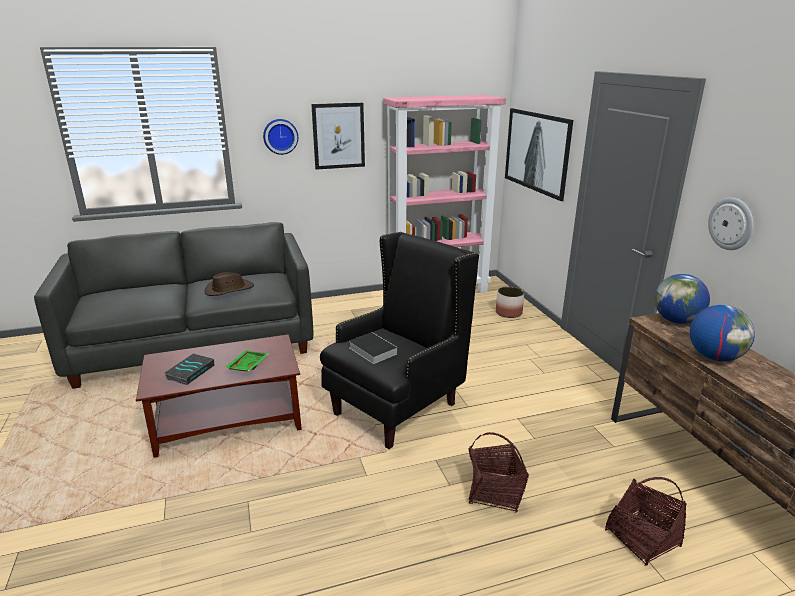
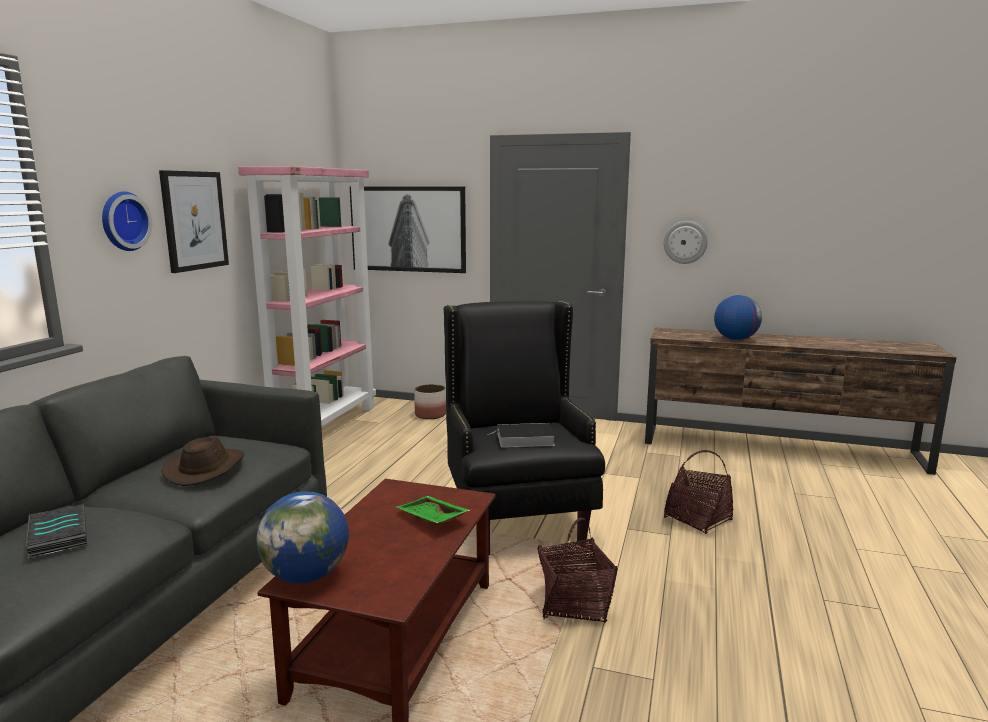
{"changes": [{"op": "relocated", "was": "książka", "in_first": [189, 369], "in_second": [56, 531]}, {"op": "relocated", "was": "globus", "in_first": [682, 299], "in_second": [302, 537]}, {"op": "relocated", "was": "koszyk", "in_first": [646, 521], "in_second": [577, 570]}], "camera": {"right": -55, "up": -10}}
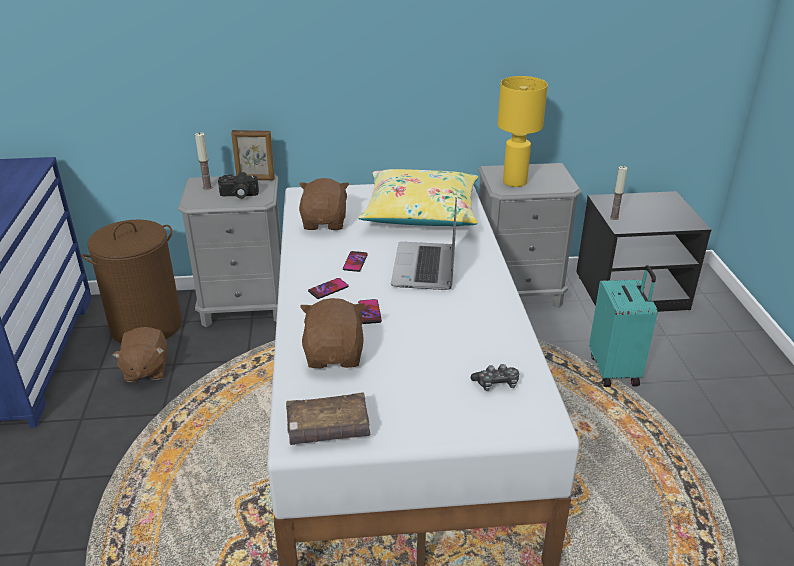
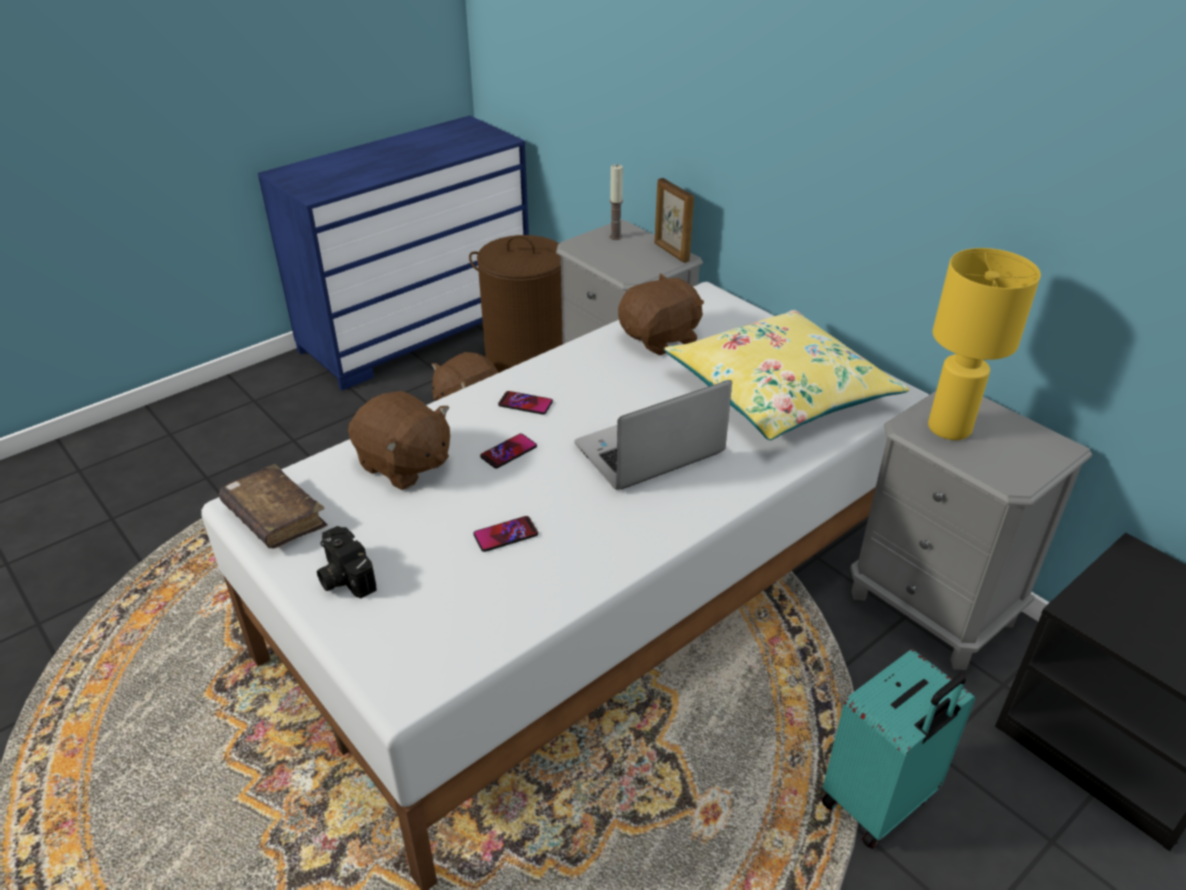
{"changes": [{"op": "relocated", "was": "aparat fotograficzny", "in_first": [238, 185], "in_second": [346, 562]}, {"op": "spun", "was": "pluszak/brązowy", "in_first": [333, 333], "in_second": [399, 440], "clockwise": 75}, {"op": "relocated", "was": "telefon", "in_first": [355, 261], "in_second": [505, 534]}, {"op": "missing", "was": "pad do gier", "in_first": [495, 377]}, {"op": "missing", "was": "świeca", "in_first": [619, 193]}], "camera": {"right": 55, "up": 5}}
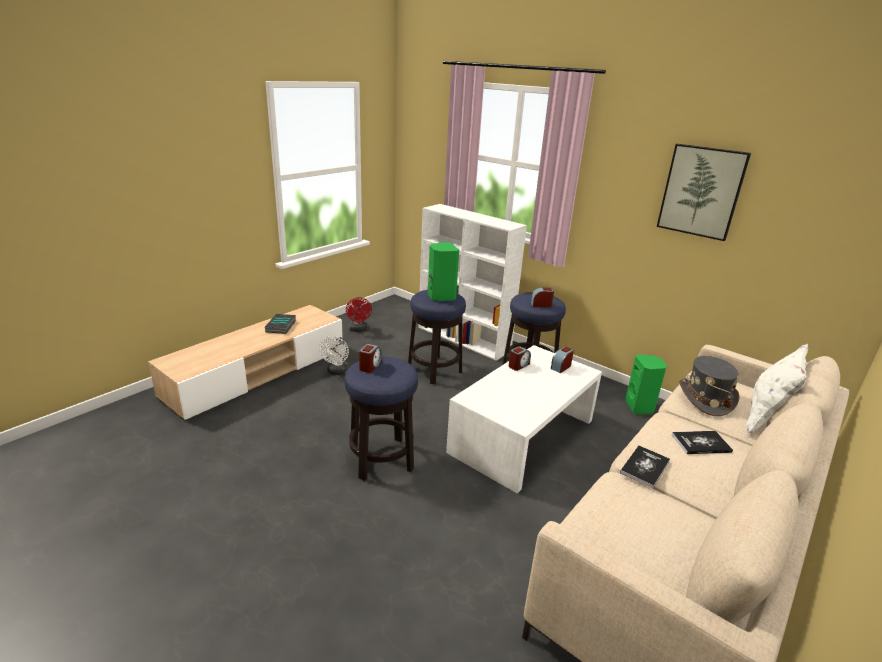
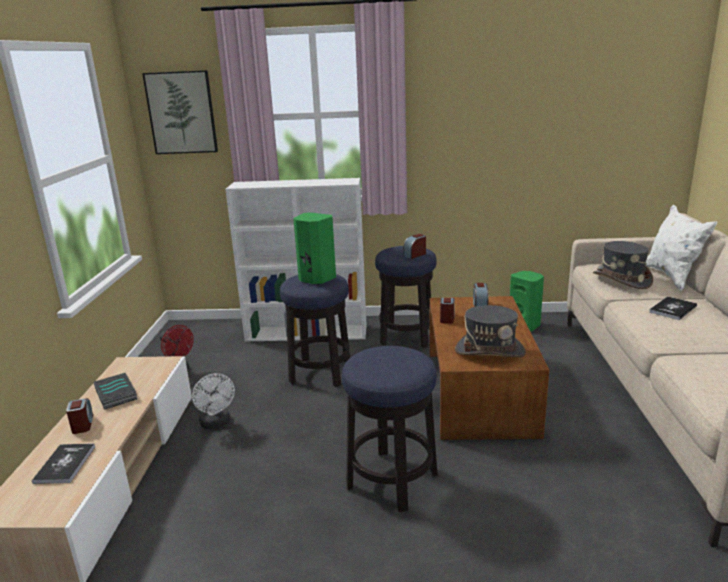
{"changes": [{"op": "relocated", "was": "książka", "in_first": [645, 467], "in_second": [63, 463]}, {"op": "relocated", "was": "budzik", "in_first": [370, 358], "in_second": [79, 416]}, {"op": "relocated", "was": "obraz", "in_first": [704, 192], "in_second": [180, 112]}, {"op": "colour", "was": "ława/biały", "now": "ława/brązowy", "in_first": [524, 419], "in_second": [489, 368]}, {"op": "appeared", "now": "kapelusz/szary", "in_second": [490, 331]}], "camera": {"right": -35, "up": -5}}
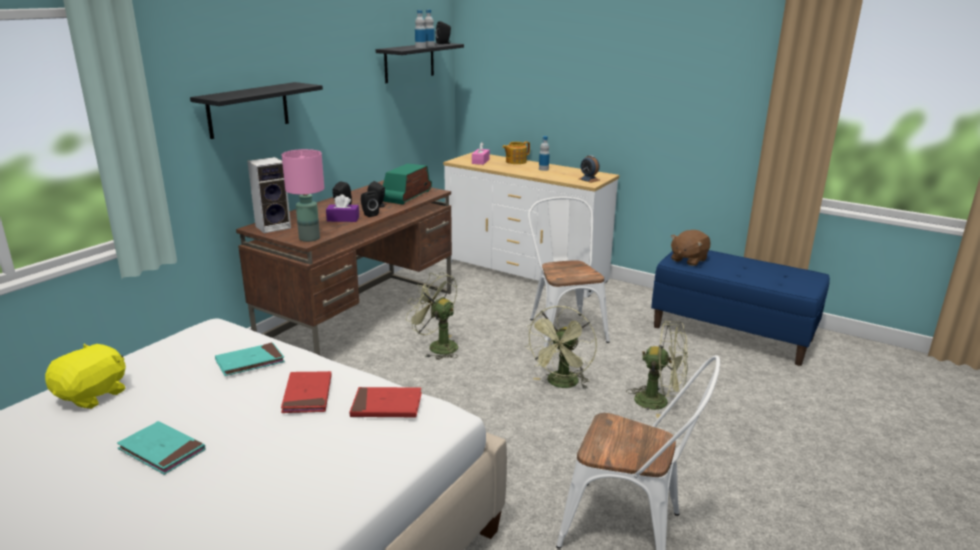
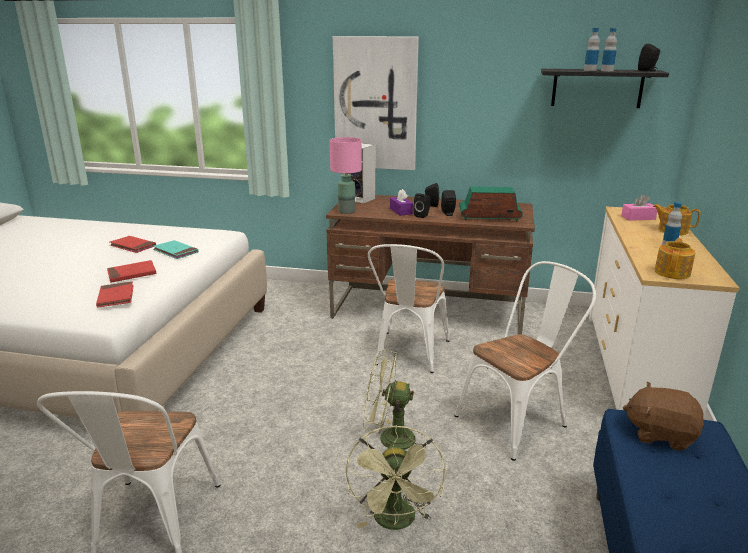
{"changes": [{"op": "appeared", "now": "książka/czerwony", "in_second": [133, 244]}, {"op": "exchanged", "was": "półka/czarny", "now": "obraz", "in_first": [256, 110], "in_second": [376, 103]}, {"op": "exchanged", "was": "wentylator/zielony", "now": "krzesło/biały", "in_first": [432, 316], "in_second": [409, 308]}, {"op": "exchanged", "was": "budzik", "now": "imbryk", "in_first": [589, 169], "in_second": [675, 258]}, {"op": "missing", "was": "pluszak/żółty", "in_first": [85, 376]}, {"op": "missing", "was": "książka/turkusowy", "in_first": [161, 448]}], "camera": {"right": 70, "up": 0}}
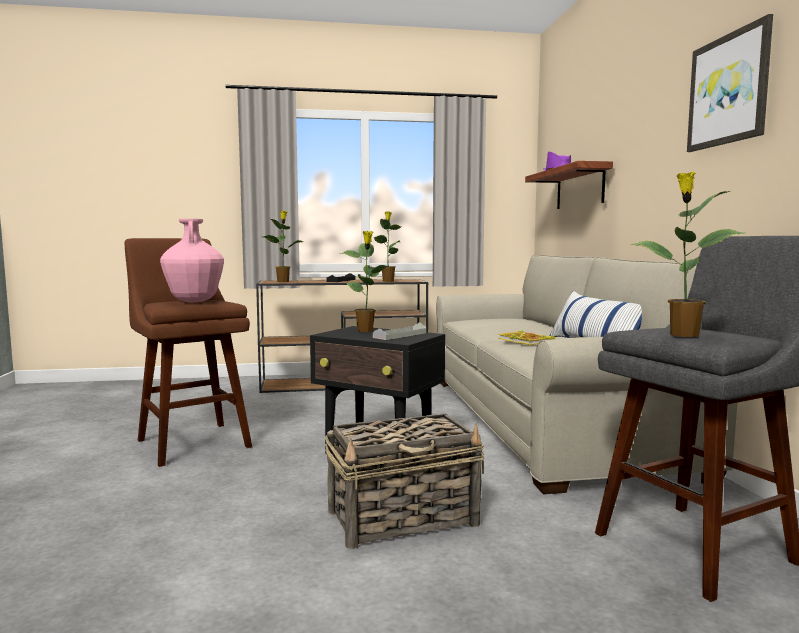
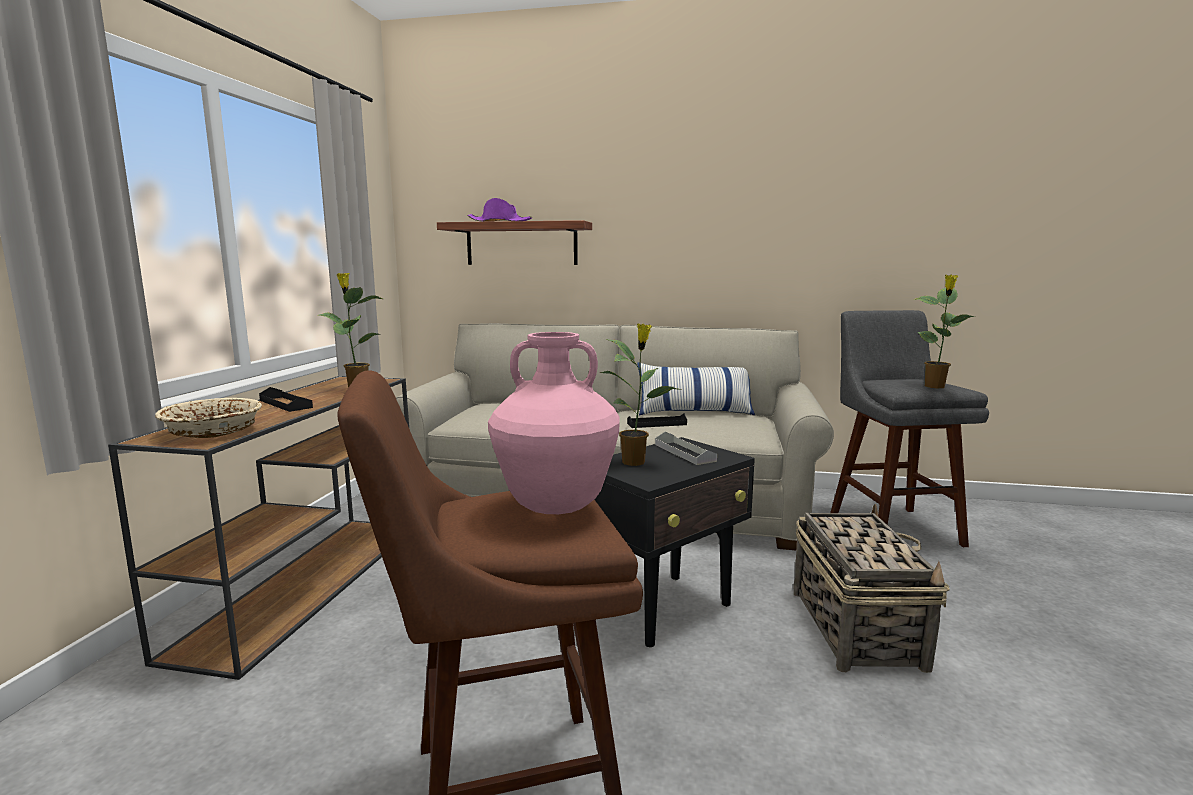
{"changes": [{"op": "exchanged", "was": "roślina doniczkowa", "now": "miska/beżowy", "in_first": [283, 246], "in_second": [208, 418]}, {"op": "exchanged", "was": "książka", "now": "taca/czarny", "in_first": [526, 337], "in_second": [657, 420]}, {"op": "missing", "was": "obraz", "in_first": [730, 83]}], "camera": {"right": -70, "up": 5}}
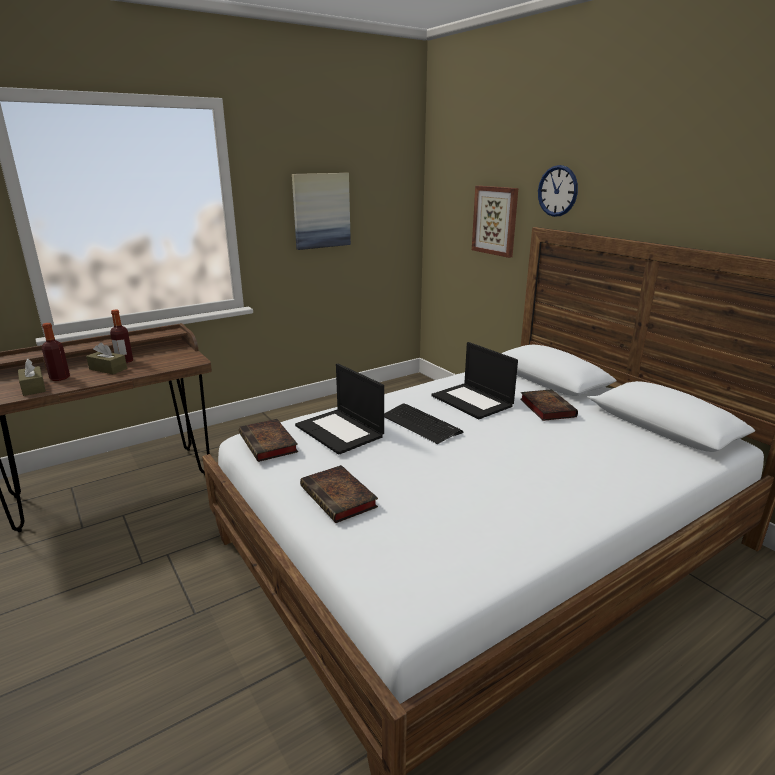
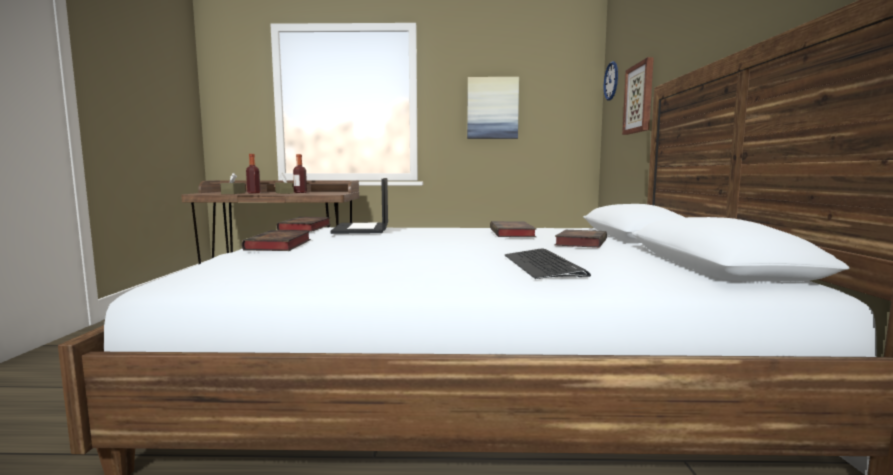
{"changes": [{"op": "exchanged", "was": "laptop", "now": "książka", "in_first": [474, 380], "in_second": [513, 229]}, {"op": "relocated", "was": "klawiatura", "in_first": [423, 423], "in_second": [548, 263]}, {"op": "relocated", "was": "zegar ścienny", "in_first": [558, 191], "in_second": [611, 80]}], "camera": {"right": 35, "up": -15}}
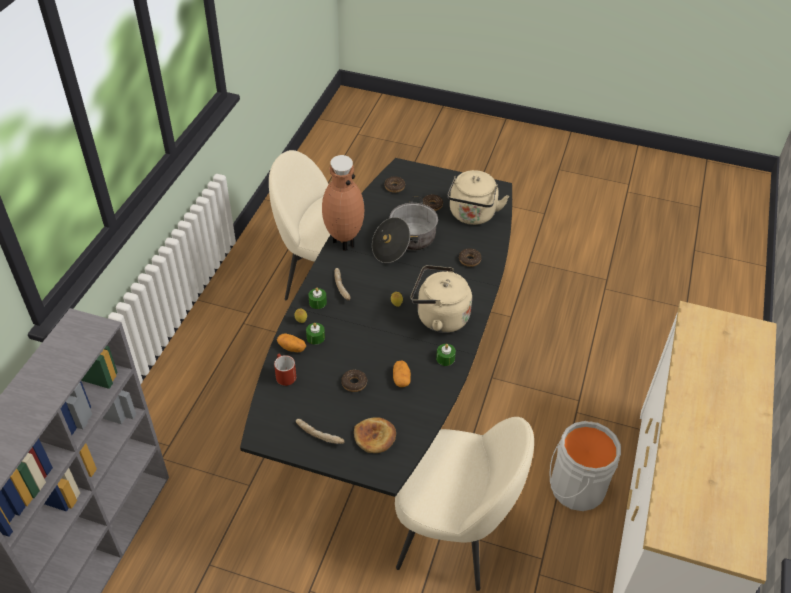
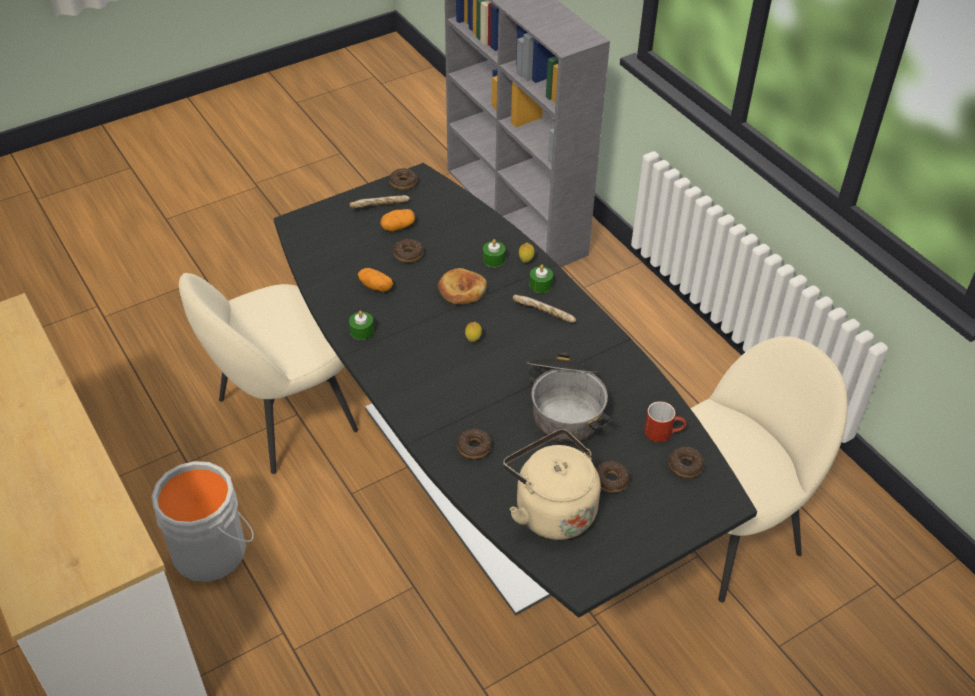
{"changes": [{"op": "relocated", "was": "ziemniak", "in_first": [291, 342], "in_second": [397, 220]}, {"op": "appeared", "now": "donut", "in_second": [403, 179]}, {"op": "relocated", "was": "chleb", "in_first": [375, 435], "in_second": [462, 286]}, {"op": "relocated", "was": "kubek/czerwony", "in_first": [285, 370], "in_second": [665, 421]}, {"op": "missing", "was": "wazon/brązowy", "in_first": [343, 203]}, {"op": "missing", "was": "czajnik/beżowy", "in_first": [441, 299]}], "camera": {"right": 130, "up": 0}}
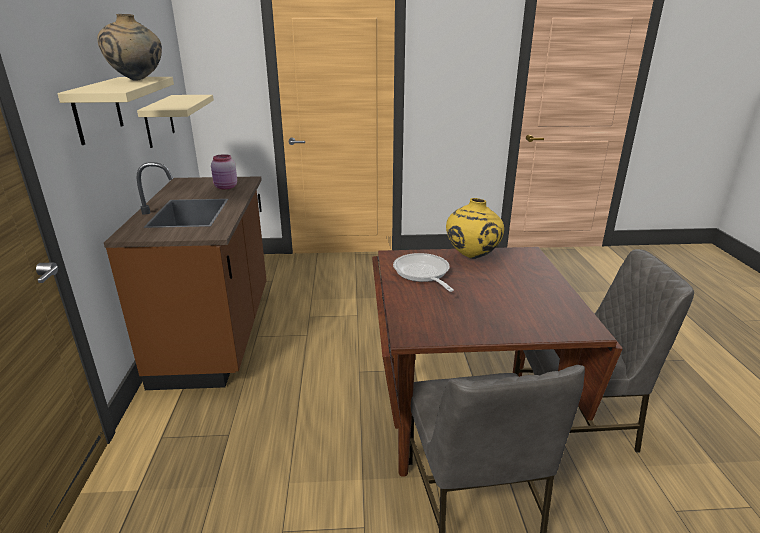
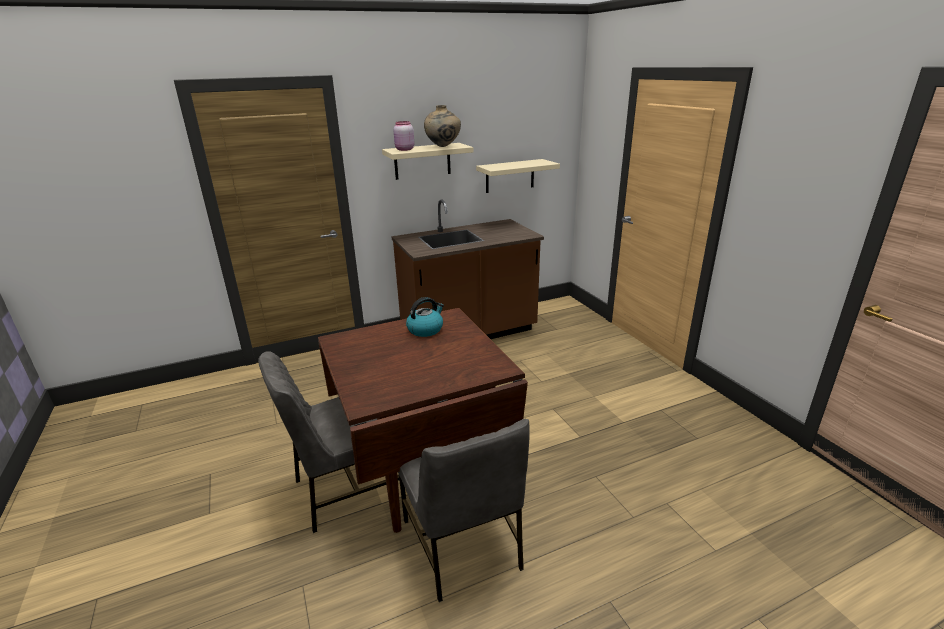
{"changes": [{"op": "relocated", "was": "słoik/różowy", "in_first": [224, 172], "in_second": [403, 136]}, {"op": "exchanged", "was": "patelnia", "now": "czajnik", "in_first": [423, 272], "in_second": [425, 317]}, {"op": "missing", "was": "wazon/żółty", "in_first": [475, 228]}], "camera": {"right": 70, "up": 0}}
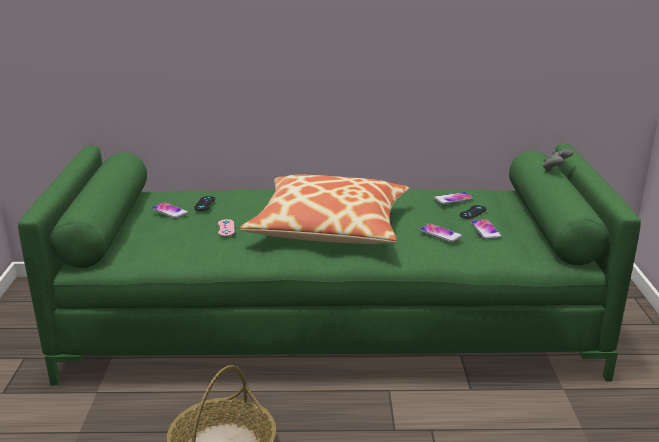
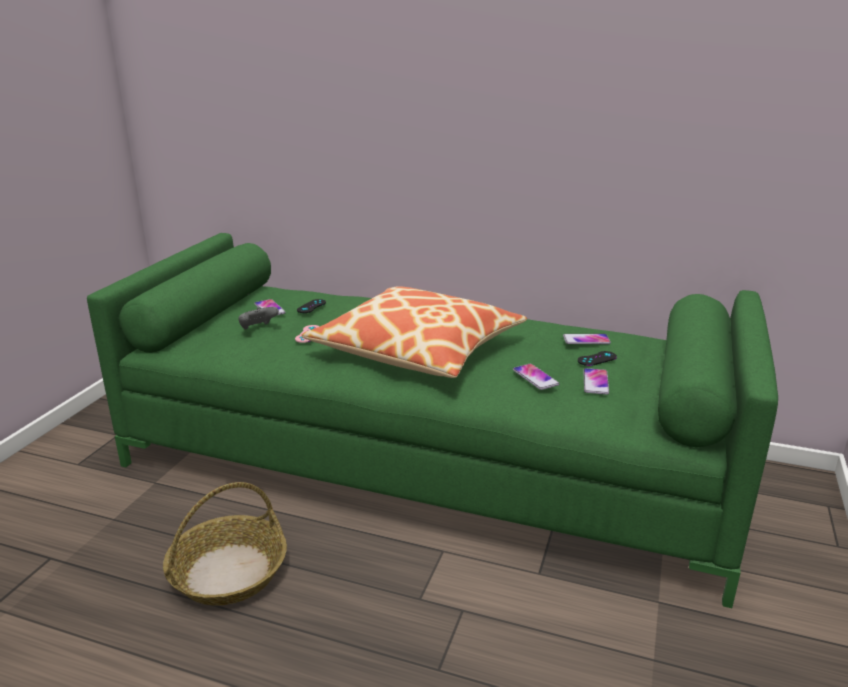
{"changes": [{"op": "relocated", "was": "pad do gier/szary", "in_first": [558, 160], "in_second": [258, 318]}], "camera": {"right": 20, "up": 0}}
